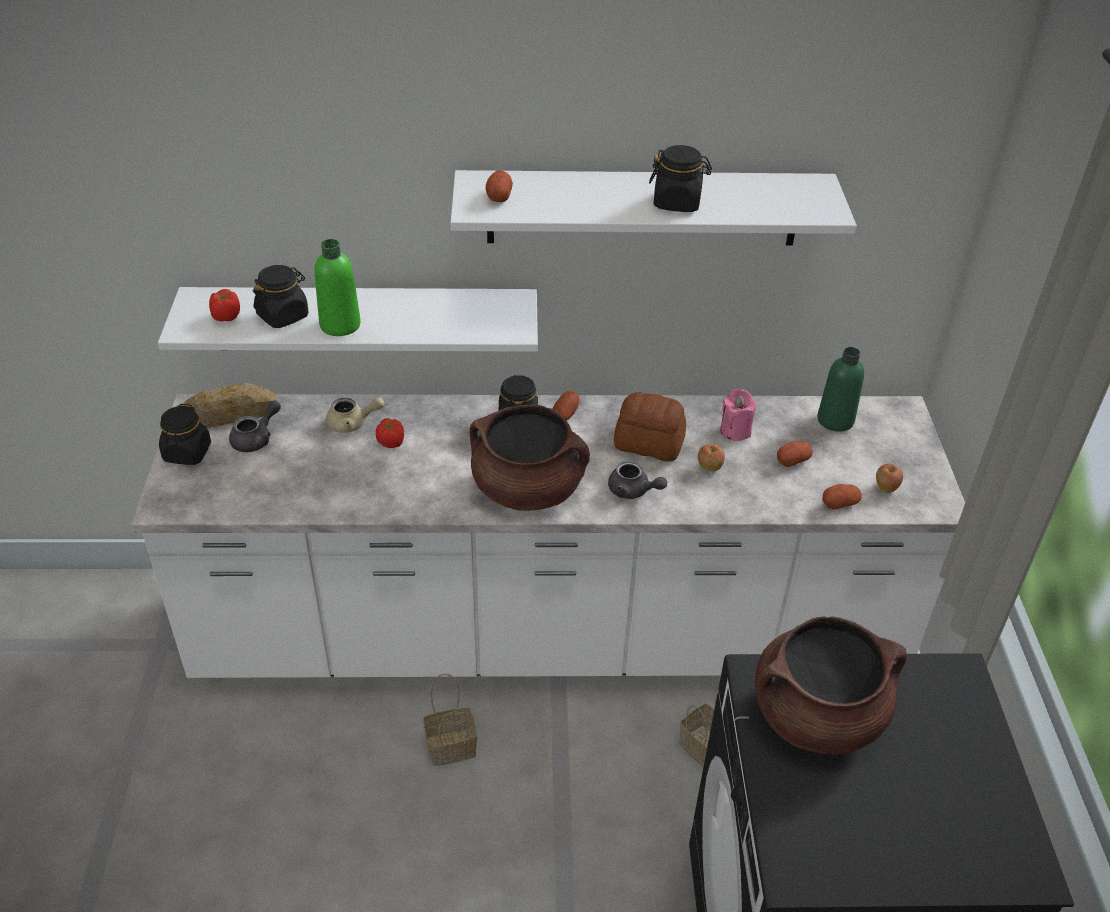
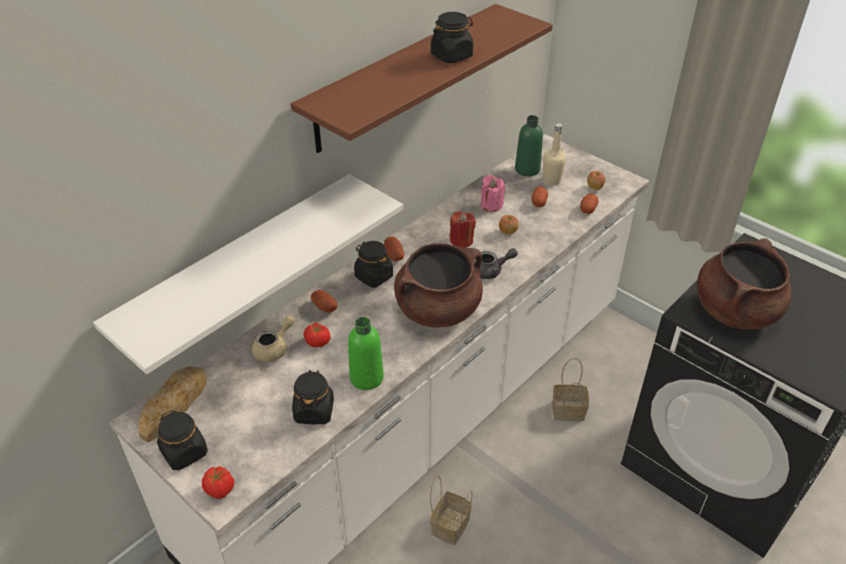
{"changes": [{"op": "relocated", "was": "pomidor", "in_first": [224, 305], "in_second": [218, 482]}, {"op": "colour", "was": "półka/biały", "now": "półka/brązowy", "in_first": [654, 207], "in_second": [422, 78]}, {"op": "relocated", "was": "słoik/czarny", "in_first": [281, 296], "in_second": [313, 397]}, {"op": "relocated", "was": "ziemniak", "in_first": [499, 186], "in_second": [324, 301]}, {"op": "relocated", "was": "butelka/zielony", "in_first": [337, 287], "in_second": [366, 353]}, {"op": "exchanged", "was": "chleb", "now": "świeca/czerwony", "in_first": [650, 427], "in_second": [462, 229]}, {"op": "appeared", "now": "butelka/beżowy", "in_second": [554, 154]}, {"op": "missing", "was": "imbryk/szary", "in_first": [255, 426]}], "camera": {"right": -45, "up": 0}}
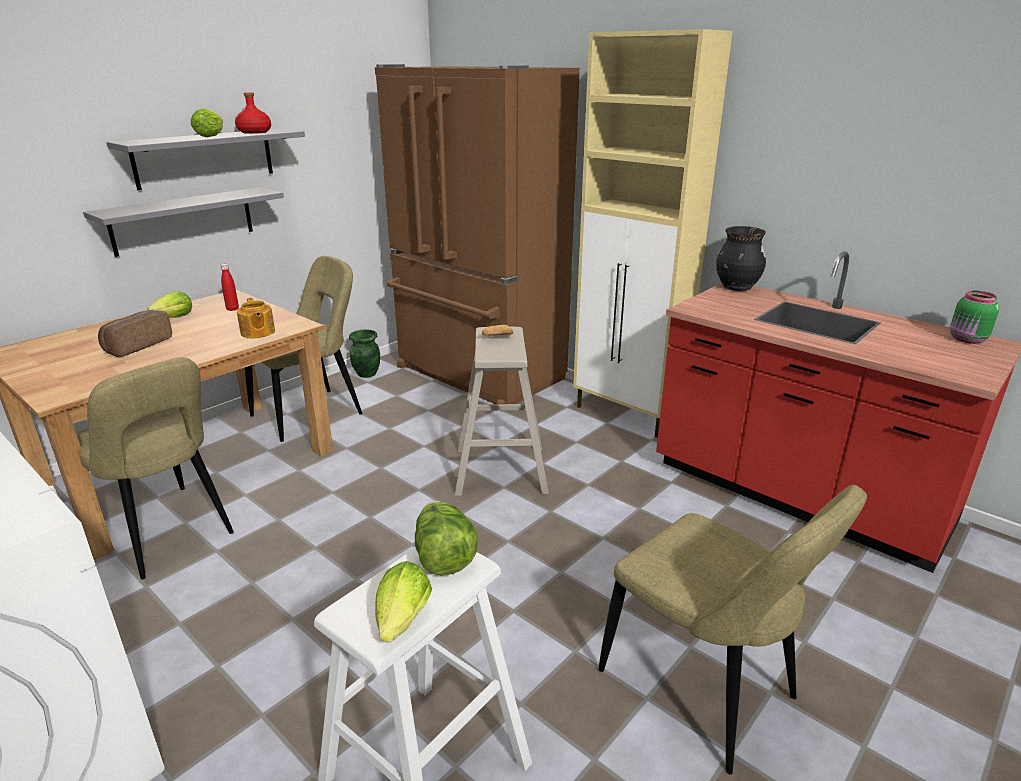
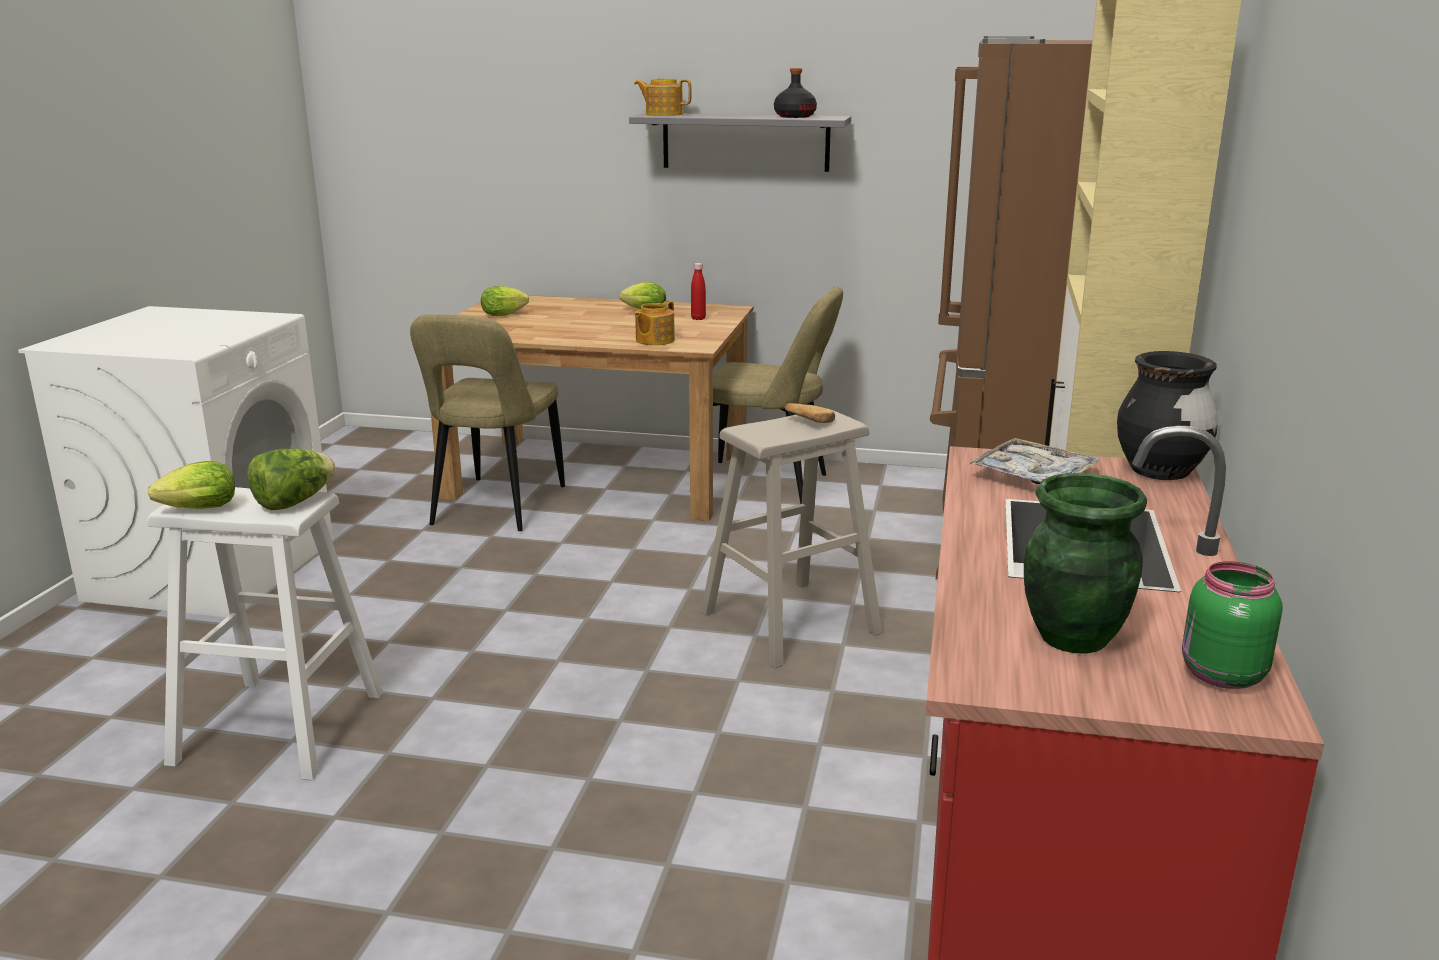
{"changes": [{"op": "relocated", "was": "sałata", "in_first": [207, 122], "in_second": [505, 301]}, {"op": "appeared", "now": "imbryk", "in_second": [663, 97]}, {"op": "colour", "was": "butelka/czerwony", "now": "butelka/czarny", "in_first": [253, 113], "in_second": [795, 93]}, {"op": "appeared", "now": "taca", "in_second": [1034, 461]}, {"op": "relocated", "was": "wazon/zielony", "in_first": [364, 353], "in_second": [1085, 563]}, {"op": "missing", "was": "półka/szary", "in_first": [183, 222]}, {"op": "missing", "was": "chleb", "in_first": [135, 333]}, {"op": "missing", "was": "krzesło/beżowy", "in_first": [732, 630]}], "camera": {"right": 60, "up": -5}}
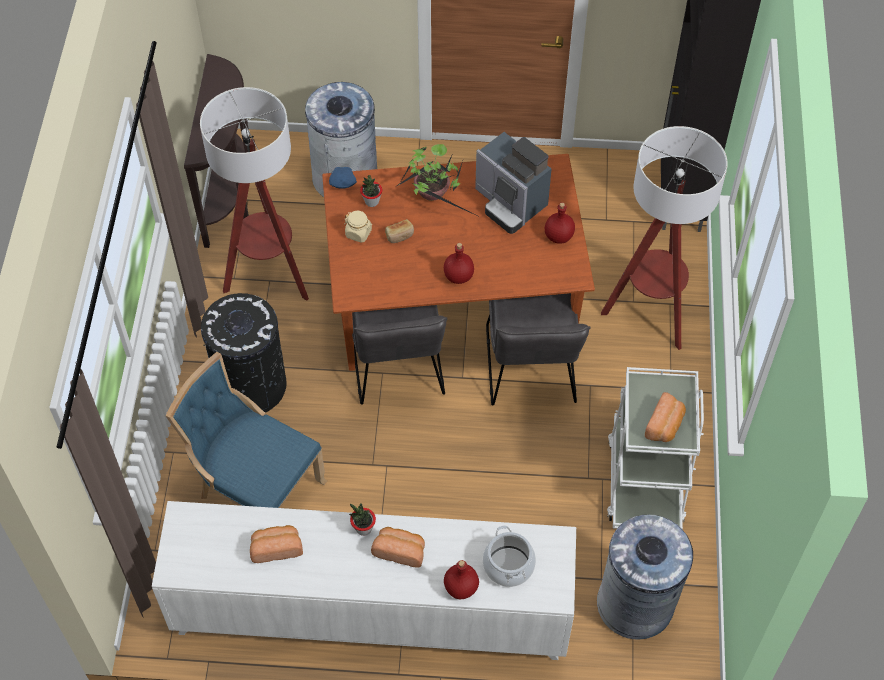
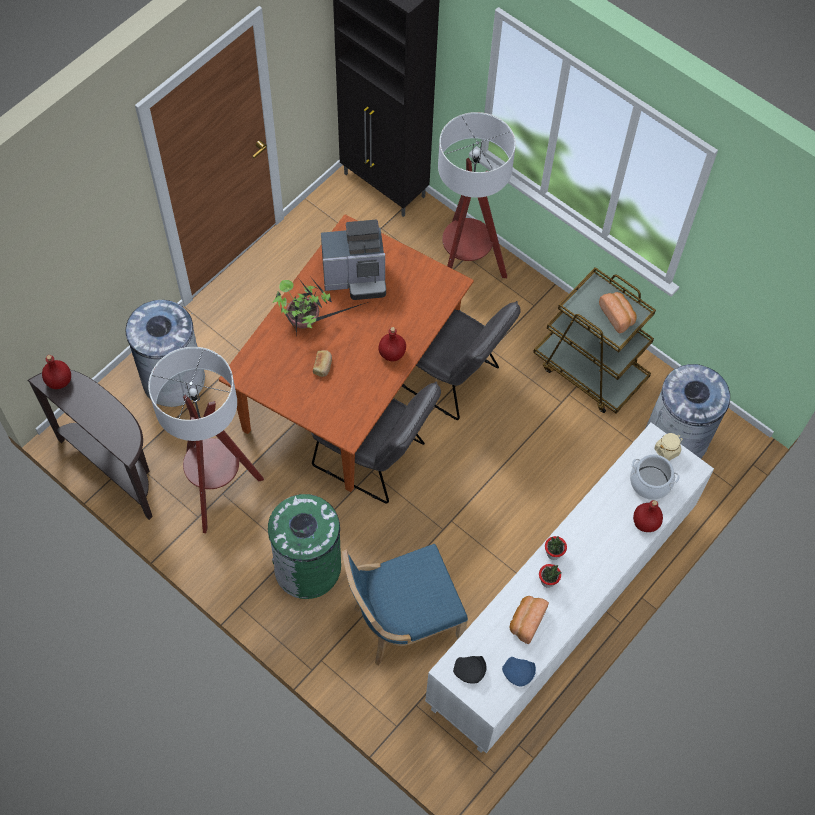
{"changes": [{"op": "relocated", "was": "butelka/czerwony", "in_first": [560, 223], "in_second": [56, 372]}, {"op": "colour", "was": "kosz na śmieci/czarny", "now": "kosz na śmieci/zielony", "in_first": [244, 353], "in_second": [304, 546]}, {"op": "appeared", "now": "talerz/czarny", "in_second": [469, 670]}, {"op": "relocated", "was": "talerz/niebieski", "in_first": [343, 178], "in_second": [519, 672]}, {"op": "colour", "was": "wózek/biały", "now": "wózek/brązowy", "in_first": [655, 448], "in_second": [594, 340]}, {"op": "relocated", "was": "roślina doniczkowa", "in_first": [371, 191], "in_second": [550, 576]}, {"op": "relocated", "was": "słoik/beżowy", "in_first": [358, 227], "in_second": [668, 447]}, {"op": "missing", "was": "chleb", "in_first": [398, 547]}], "camera": {"right": -55, "up": 5}}
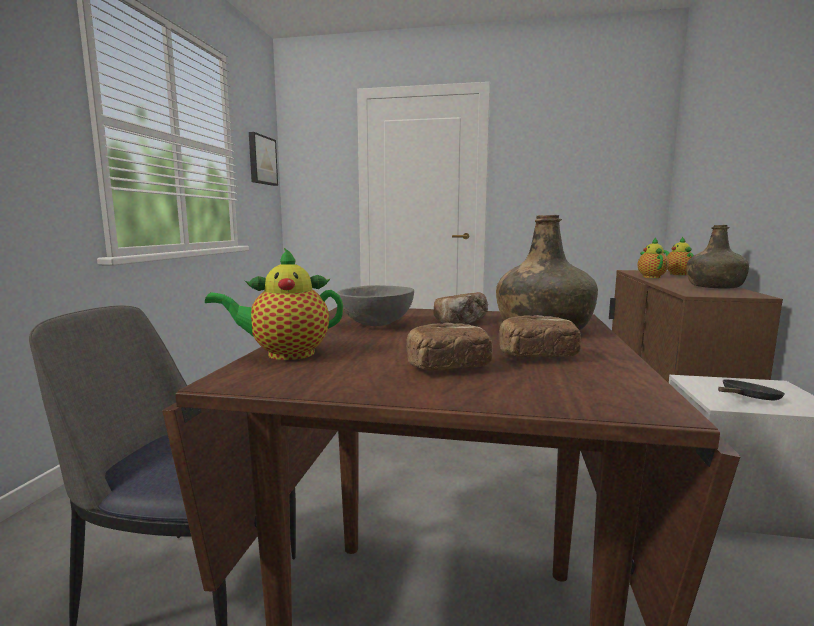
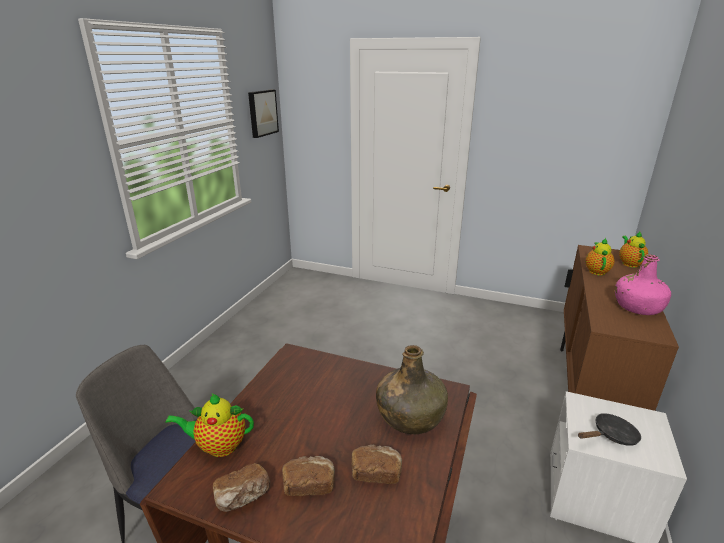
{"changes": [{"op": "relocated", "was": "chleb", "in_first": [461, 308], "in_second": [241, 487]}, {"op": "colour", "was": "butelka/zielony", "now": "butelka/różowy", "in_first": [717, 256], "in_second": [643, 284]}, {"op": "missing", "was": "miska/szary", "in_first": [375, 305]}], "camera": {"right": 10, "up": 15}}
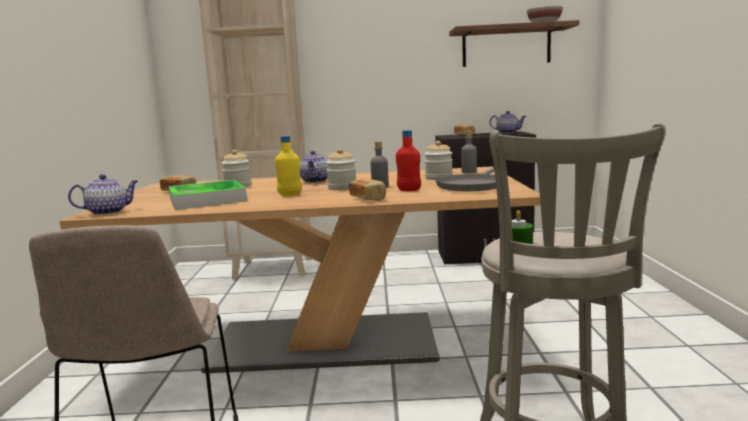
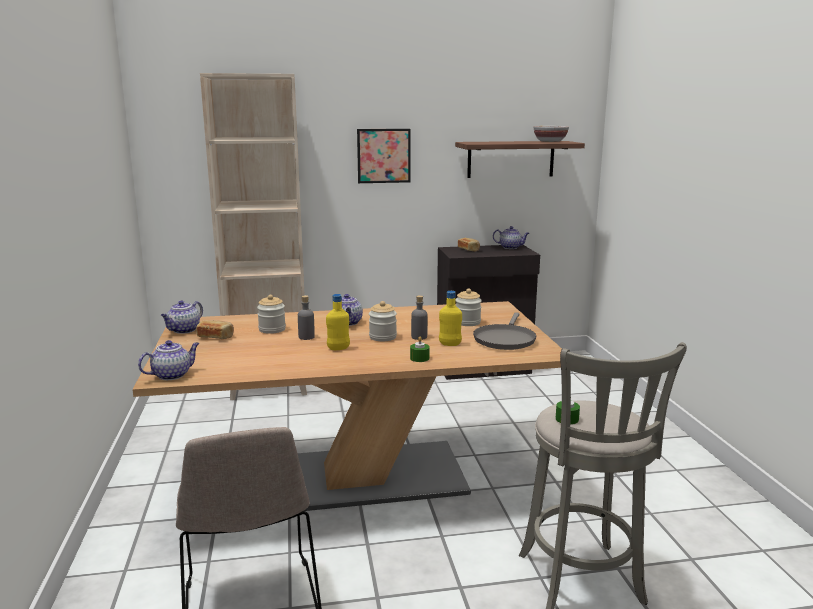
{"changes": [{"op": "appeared", "now": "imbryk", "in_second": [182, 317]}, {"op": "relocated", "was": "butelka/szary", "in_first": [469, 152], "in_second": [306, 317]}, {"op": "appeared", "now": "obraz", "in_second": [384, 156]}, {"op": "exchanged", "was": "chleb", "now": "świeca/zielony", "in_first": [367, 190], "in_second": [420, 349]}, {"op": "colour", "was": "butelka/czerwony", "now": "butelka/żółty", "in_first": [408, 160], "in_second": [450, 318]}, {"op": "missing", "was": "taca", "in_first": [208, 195]}], "camera": {"right": -10, "up": 5}}
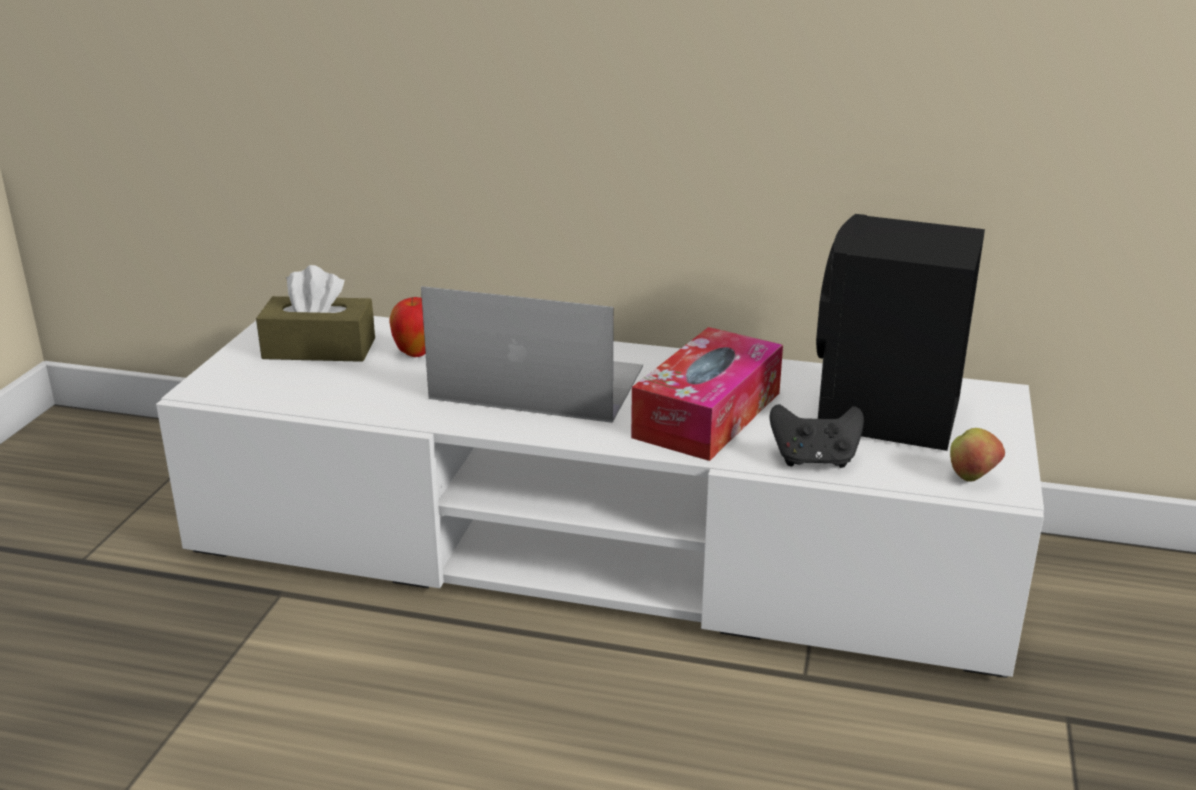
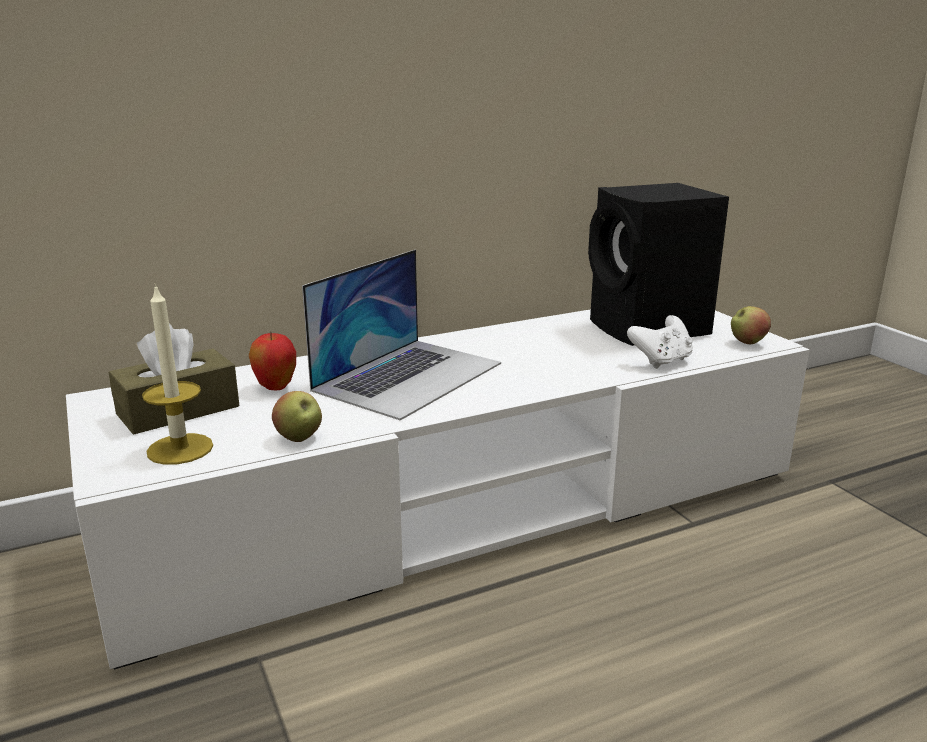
{"changes": [{"op": "appeared", "now": "świeca", "in_second": [177, 374]}, {"op": "appeared", "now": "jabłko", "in_second": [297, 416]}, {"op": "spun", "was": "laptop", "in_first": [532, 354], "in_second": [401, 335], "clockwise": 150}, {"op": "colour", "was": "pad do gier/czarny", "now": "pad do gier/biały", "in_first": [817, 436], "in_second": [660, 342]}, {"op": "missing", "was": "pudełko chusteczek", "in_first": [707, 394]}], "camera": {"right": -40, "up": -5}}
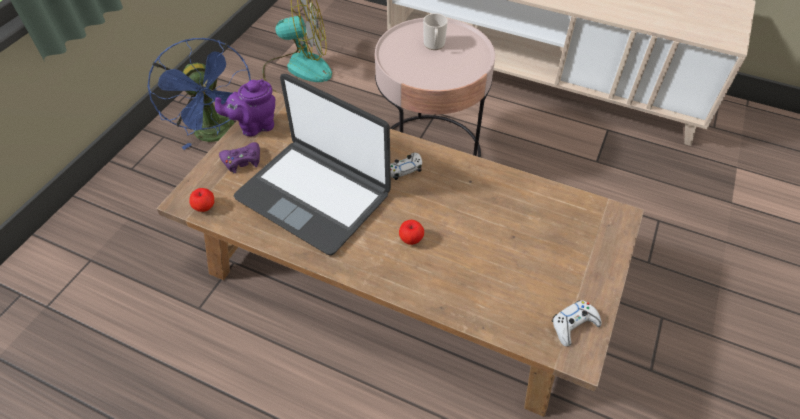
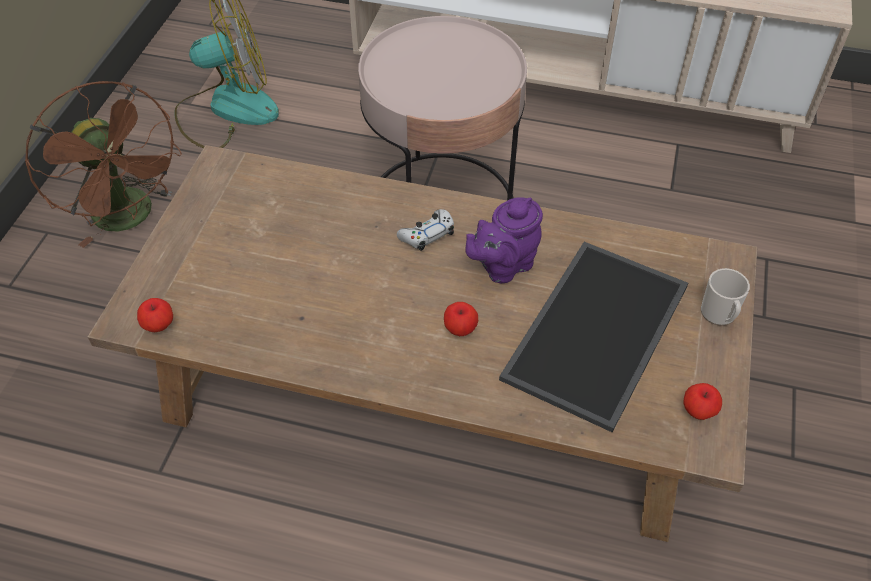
{"changes": [{"op": "colour", "was": "wentylator/niebieski", "now": "wentylator/brązowy", "in_first": [199, 94], "in_second": [103, 164]}, {"op": "relocated", "was": "imbryk/fioletowy", "in_first": [245, 107], "in_second": [504, 240]}, {"op": "appeared", "now": "taca", "in_second": [593, 337]}, {"op": "exchanged", "was": "pad do gier/biały", "now": "jabłko", "in_first": [577, 323], "in_second": [702, 401]}, {"op": "relocated", "was": "kubek", "in_first": [435, 31], "in_second": [725, 297]}, {"op": "missing", "was": "pad do gier/fioletowy", "in_first": [239, 157]}, {"op": "missing", "was": "laptop", "in_first": [312, 165]}], "camera": {"right": -10, "up": 0}}
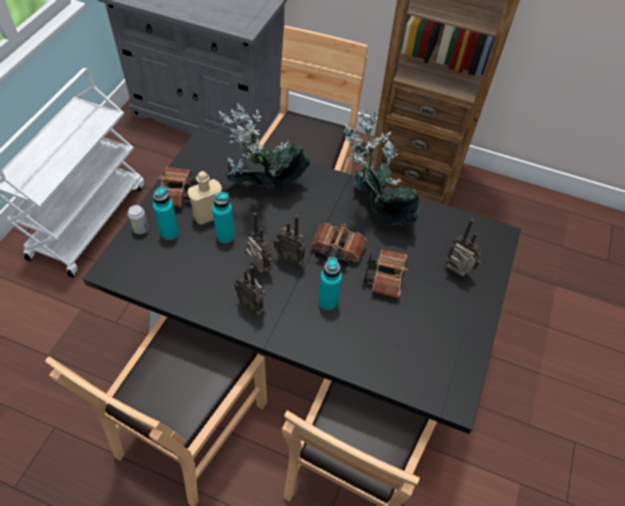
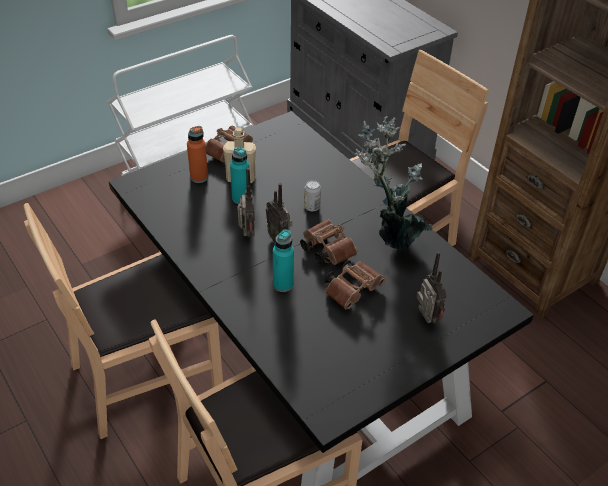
{"changes": [{"op": "colour", "was": "butelka/turkusowy", "now": "butelka/pomarańczowy", "in_first": [166, 213], "in_second": [197, 154]}, {"op": "relocated", "was": "puszka", "in_first": [138, 219], "in_second": [312, 195]}, {"op": "missing", "was": "roślina doniczkowa", "in_first": [264, 146]}, {"op": "missing", "was": "radio", "in_first": [250, 290]}], "camera": {"right": 35, "up": -10}}
